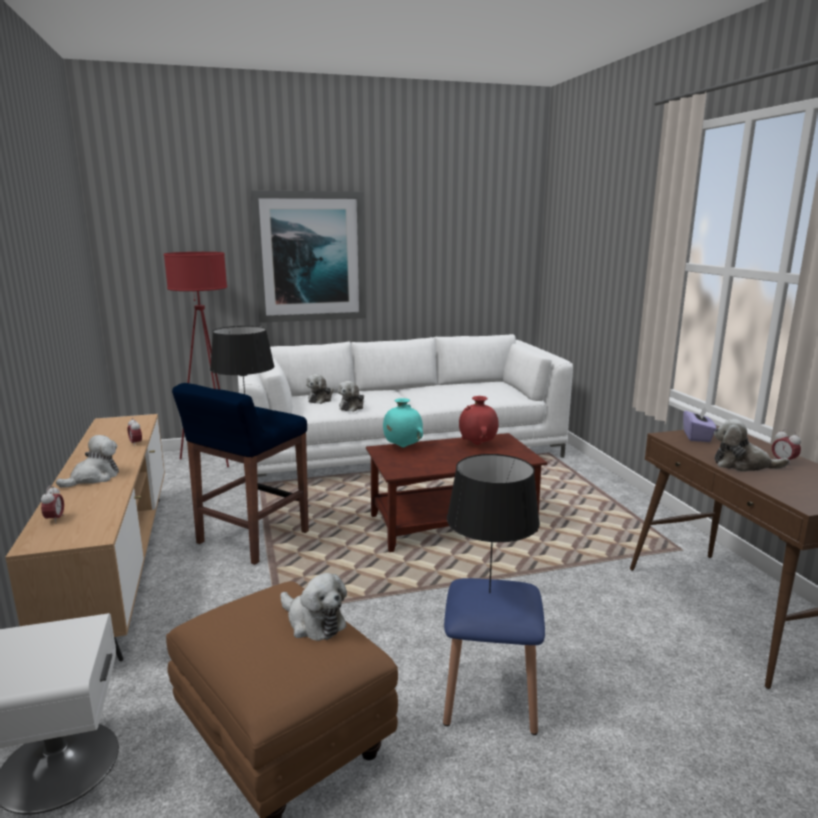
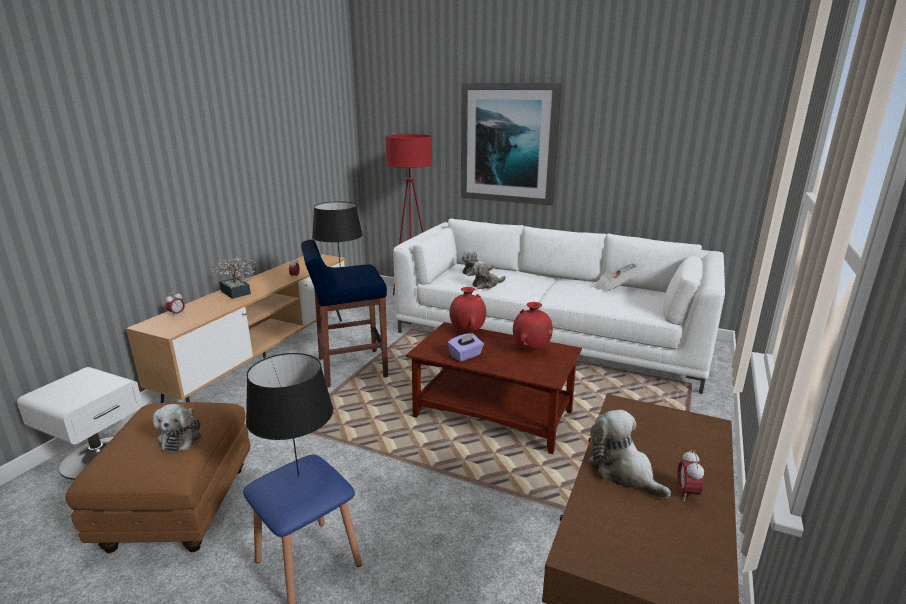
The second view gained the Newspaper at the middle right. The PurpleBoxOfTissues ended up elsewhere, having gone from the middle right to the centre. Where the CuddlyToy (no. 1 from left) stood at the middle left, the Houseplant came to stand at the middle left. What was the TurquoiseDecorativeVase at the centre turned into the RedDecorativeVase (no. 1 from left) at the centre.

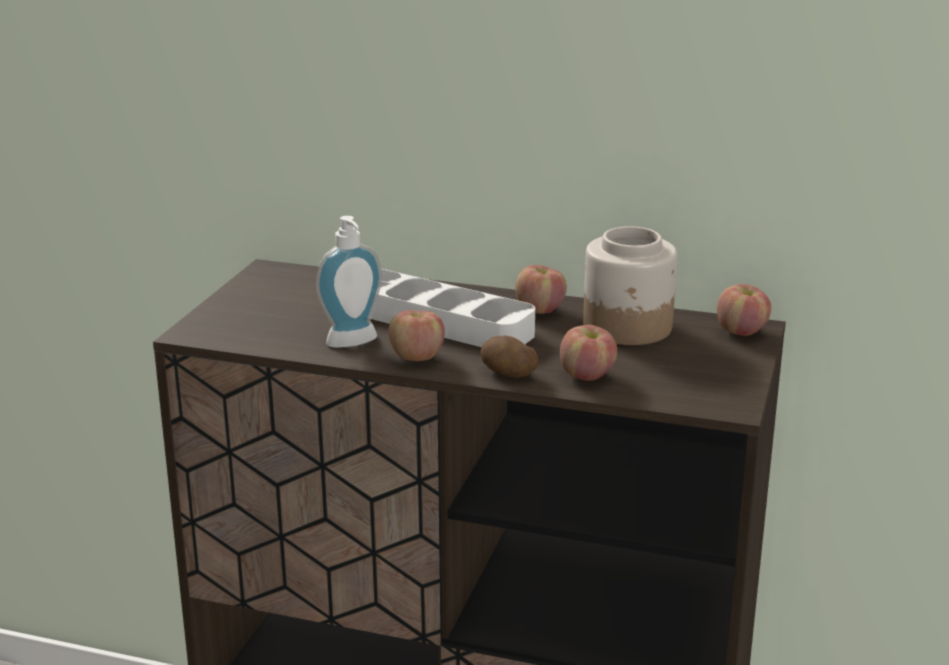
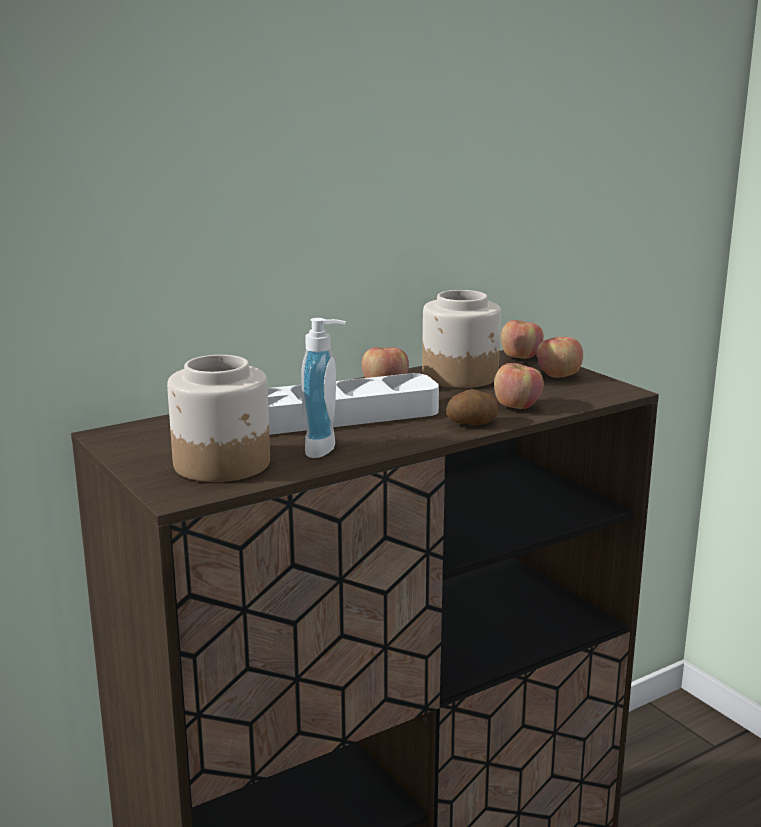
The second view gained the Jar (no. 1 from left) at the middle left. The AppleFruit (no. 1 from left in the first image) ended up elsewhere, having gone from the centre to the middle right.

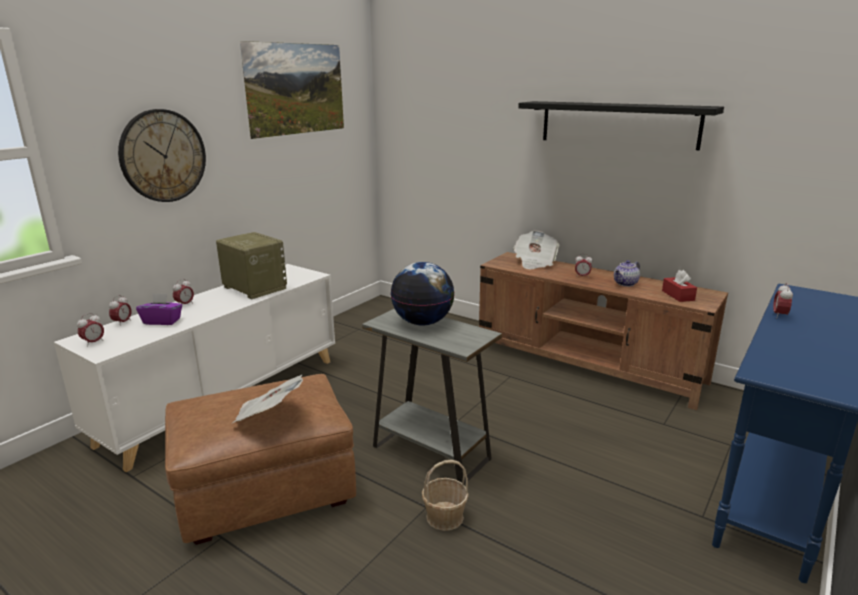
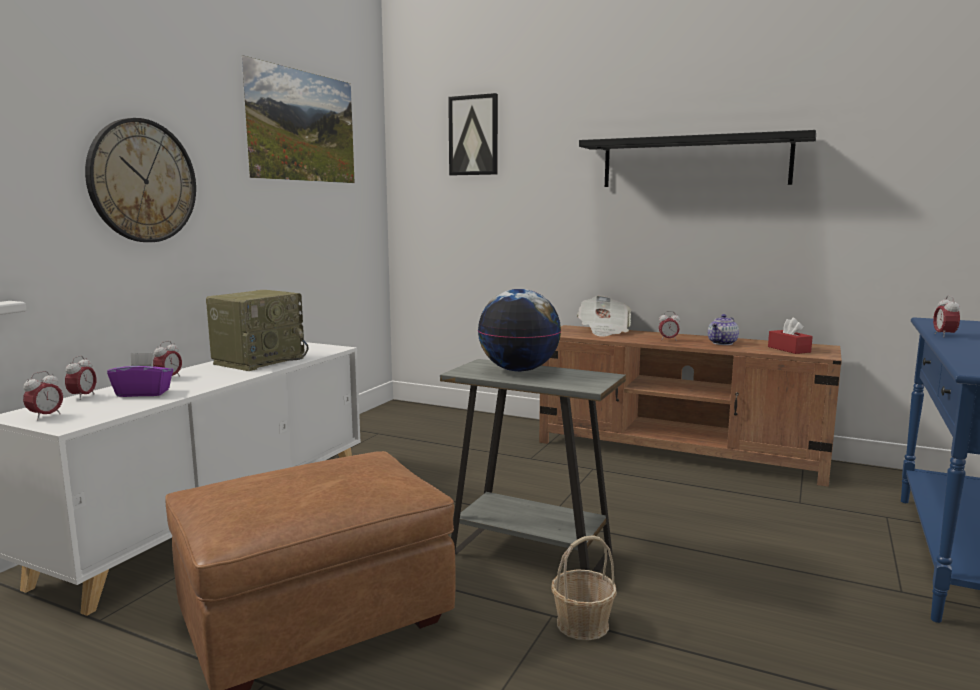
The second view lost the Newspaper (no. 1 from left) at the bottom left. The second view gained the Picture (no. 2 from left) at the top centre. The RadioSet at the middle left ended up facing another way, 90 degrees clockwise from before.

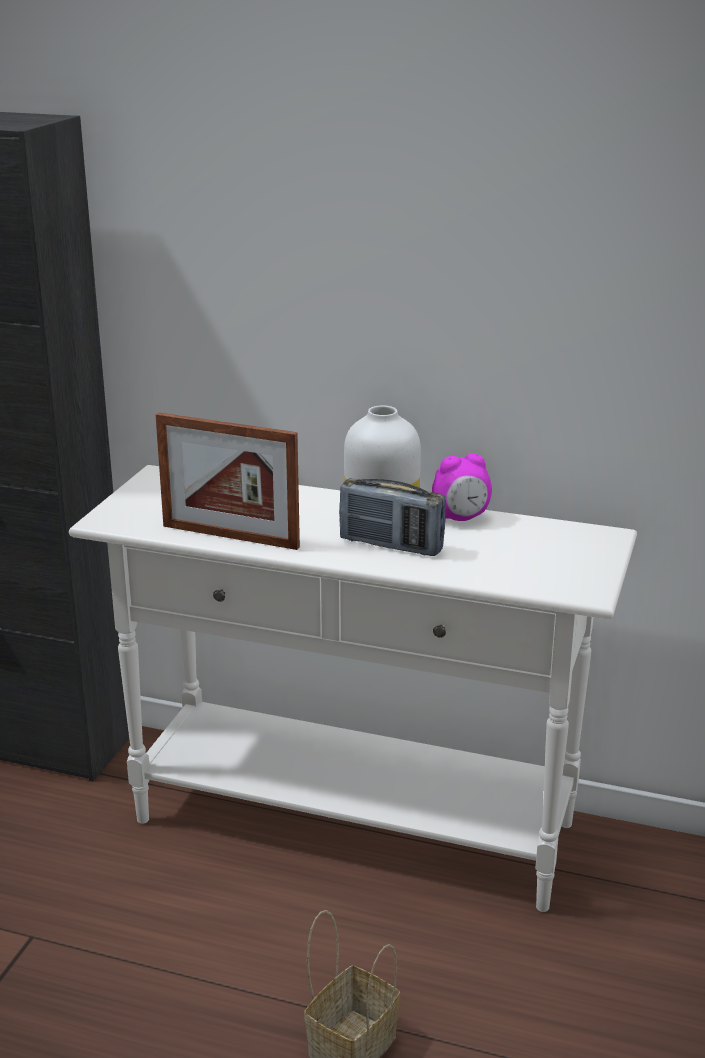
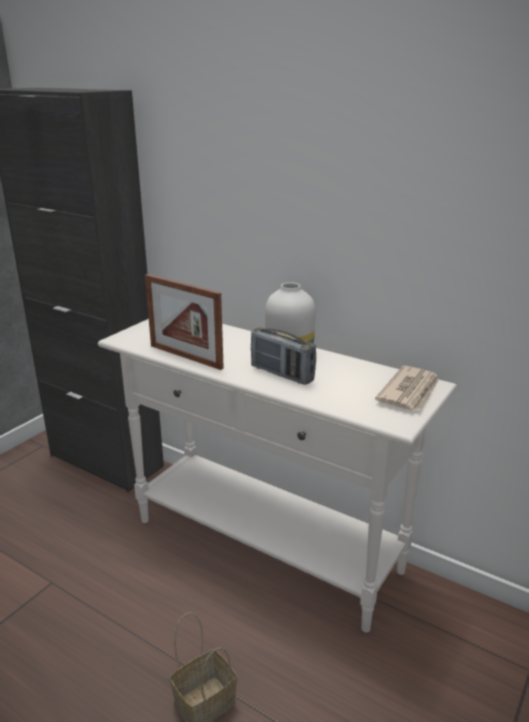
The second view lost the BedsideClock at the centre. The second view gained the Newspaper at the middle right.

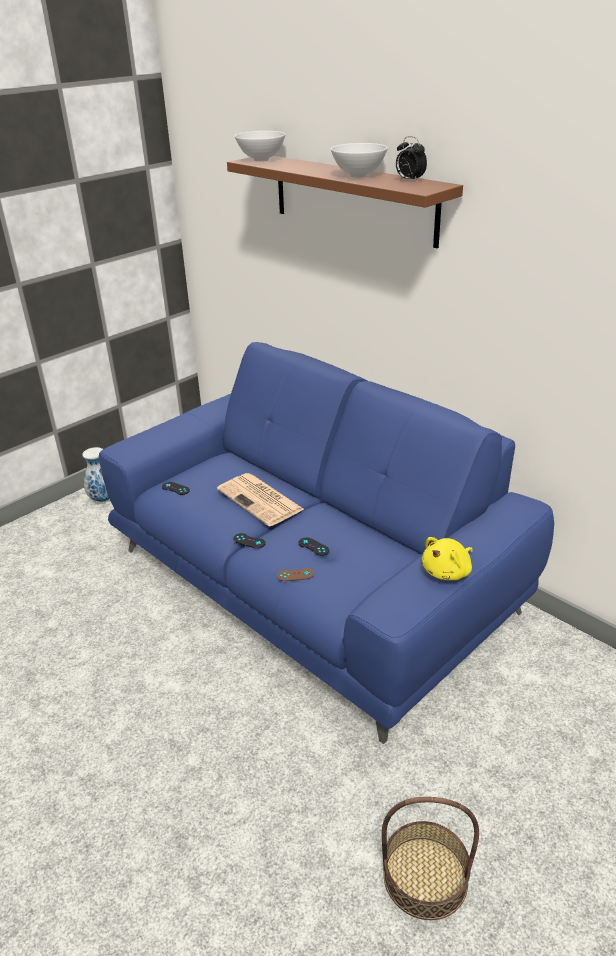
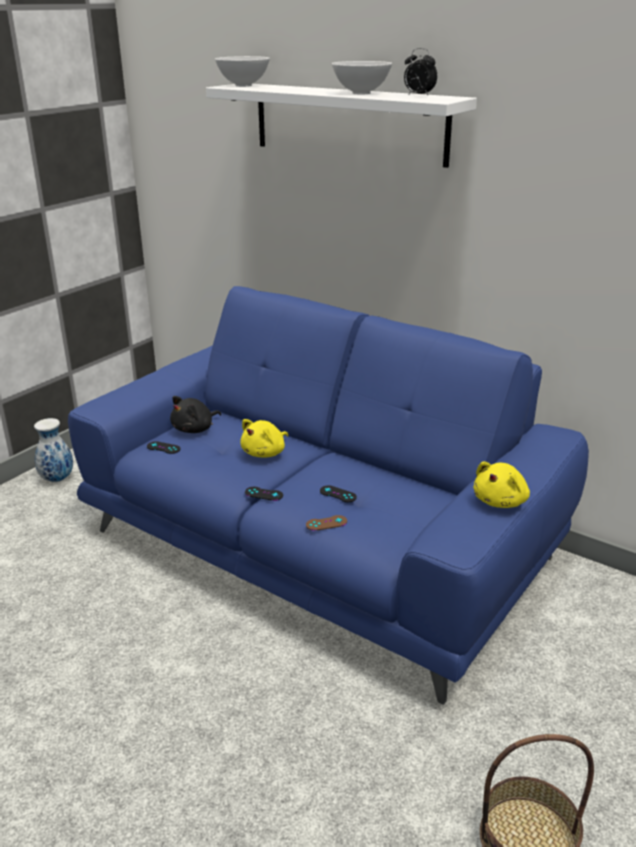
The second view gained the BlackCuddlyToy at the middle left. Where the Newspaper stood at the centre, the YellowColouredCuddlyToy (no. 1 from left) came to stand at the centre. What was the BrownBracketShelf at the top centre turned into the WhiteColouredBracketShelf at the top centre.

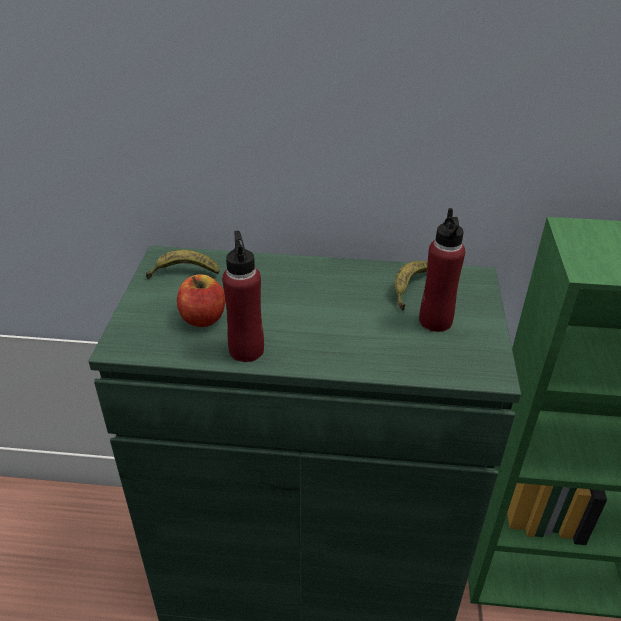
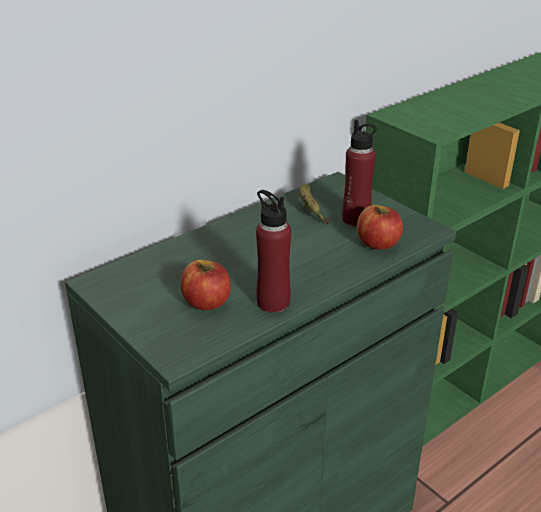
The second view lost the BananaFruit (no. 1 from left) at the middle left. The second view gained the AppleFruit (no. 2 from left) at the middle right.

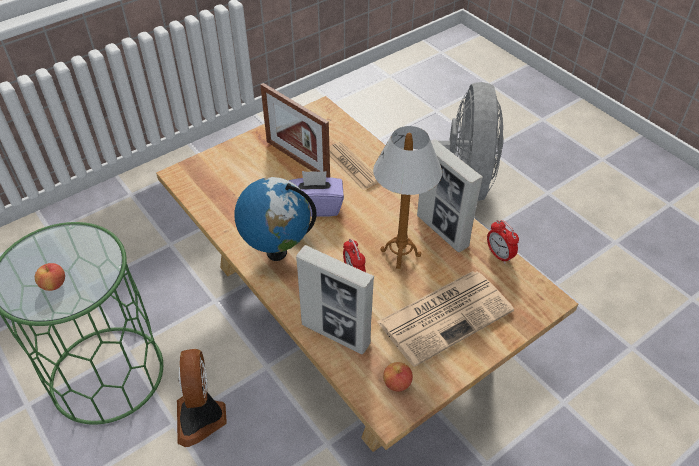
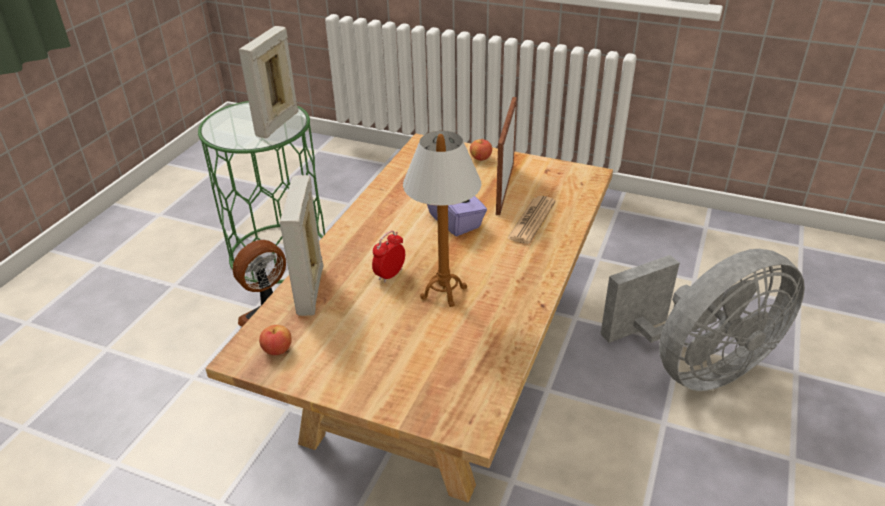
The second view lost the WorldGlobe at the centre. The second view lost the Newspaper (no. 2 from left) at the bottom centre. The second view lost the BedsideClock (no. 2 from left) at the middle right. The AppleFruit (no. 1 from left in the first image) ended up elsewhere, having gone from the middle left to the top centre. The StandingFrame (no. 3 from left in the first image) ended up elsewhere, having gone from the centre to the top left.

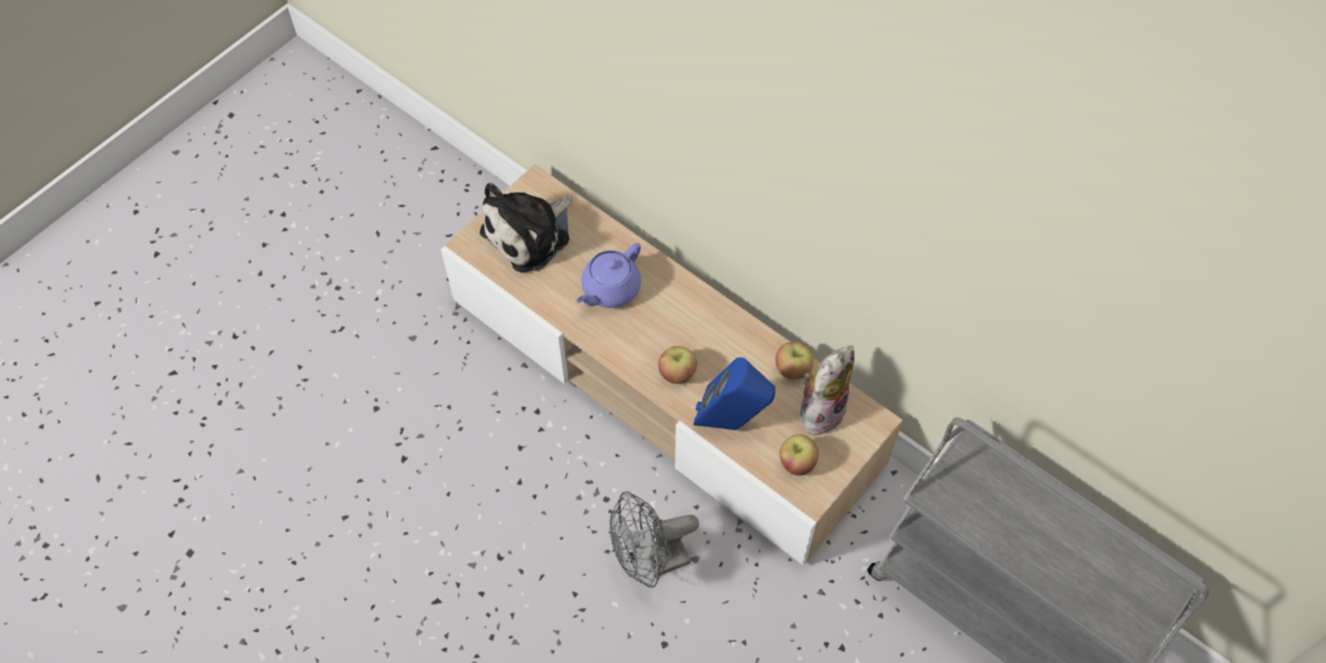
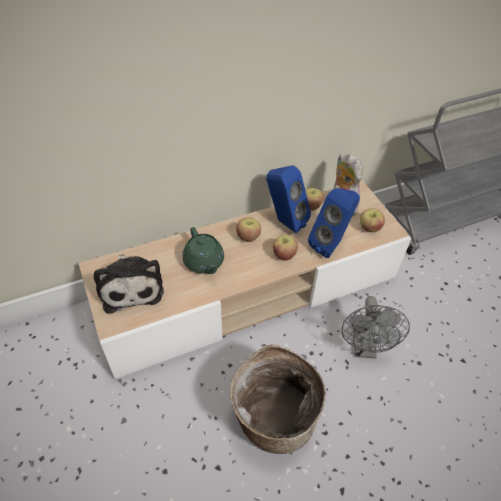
The second view gained the StorageBasket at the bottom centre. The second view gained the AppleFruit (no. 1 from left) at the centre. The second view gained the BlueColouredSpeaker (no. 1 from left) at the centre. What was the PurpleTeapot at the centre turned into the GreenColouredTeapot at the centre.

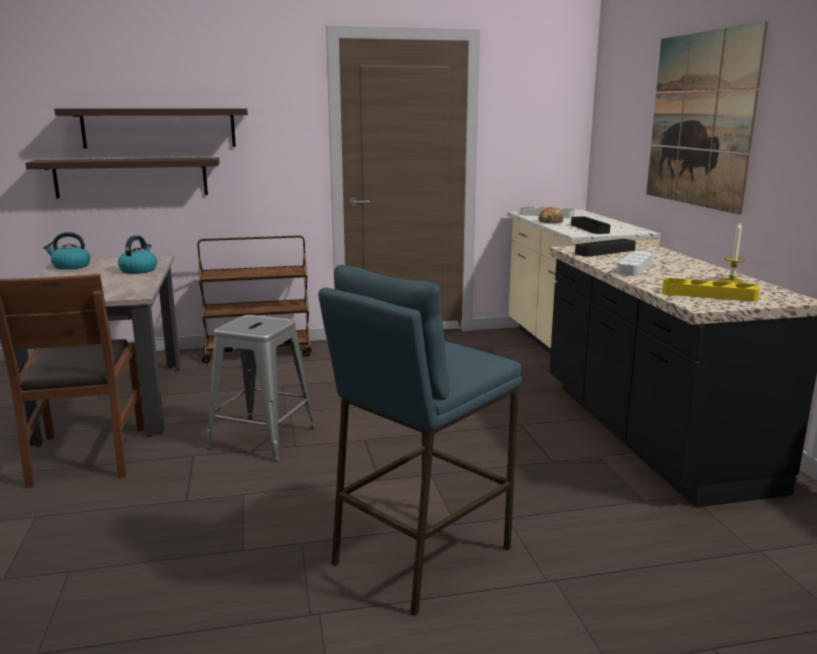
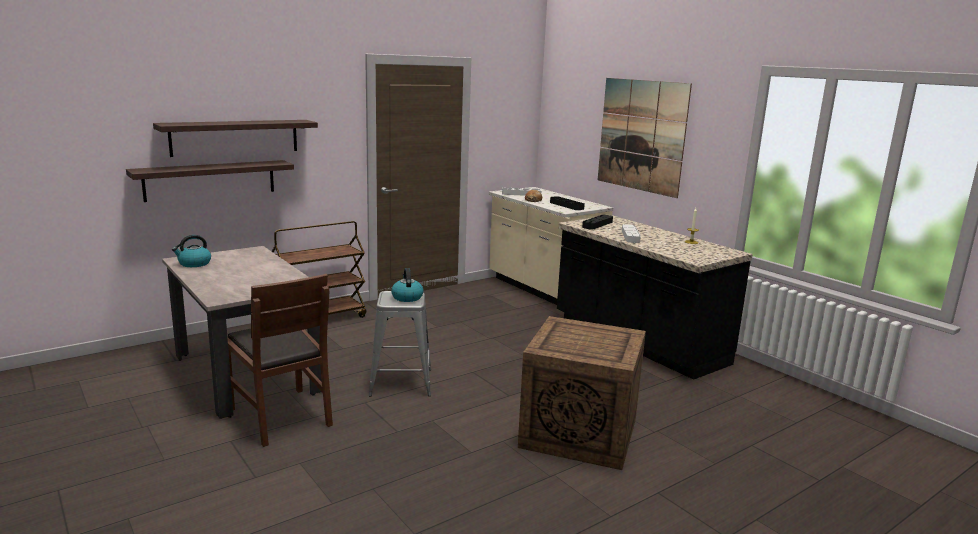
The second view lost the YellowColouredTray at the middle right. The Kettle (no. 2 from left) ended up elsewhere, having gone from the middle left to the centre. Where the BlueColouredStool stood at the bottom centre, the PackingCrate came to stand at the bottom centre.

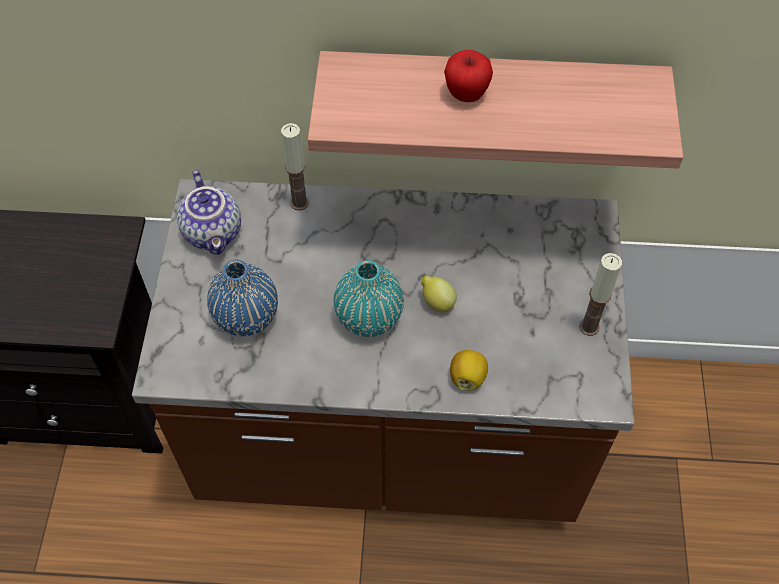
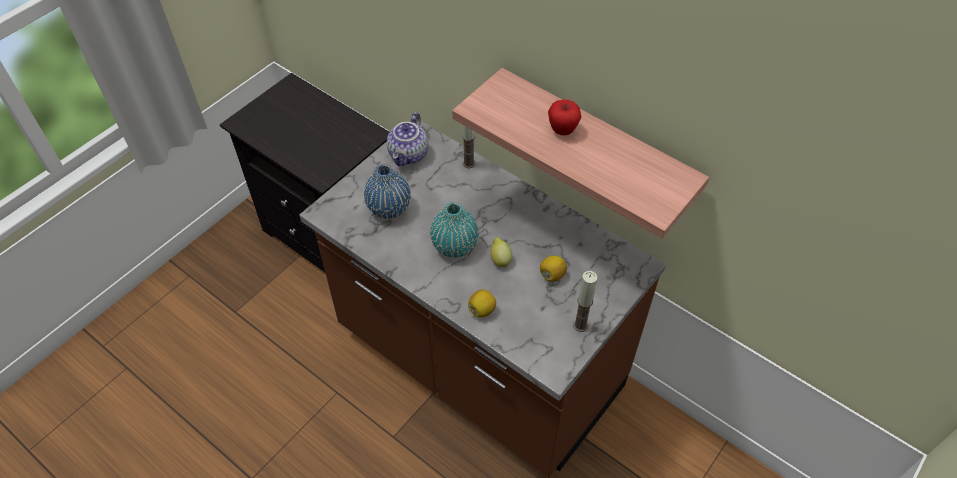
The second view gained the WholeLemon (no. 3 from left) at the centre.

